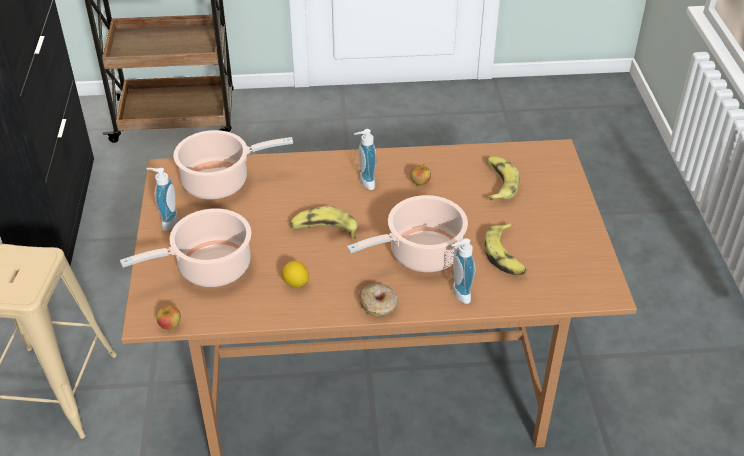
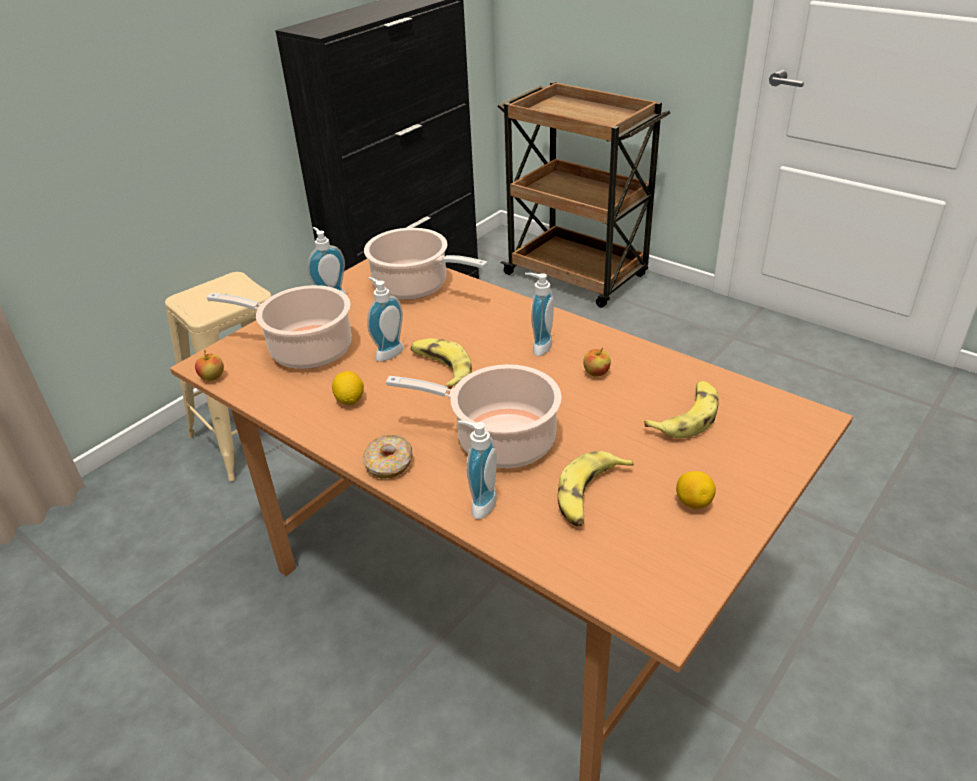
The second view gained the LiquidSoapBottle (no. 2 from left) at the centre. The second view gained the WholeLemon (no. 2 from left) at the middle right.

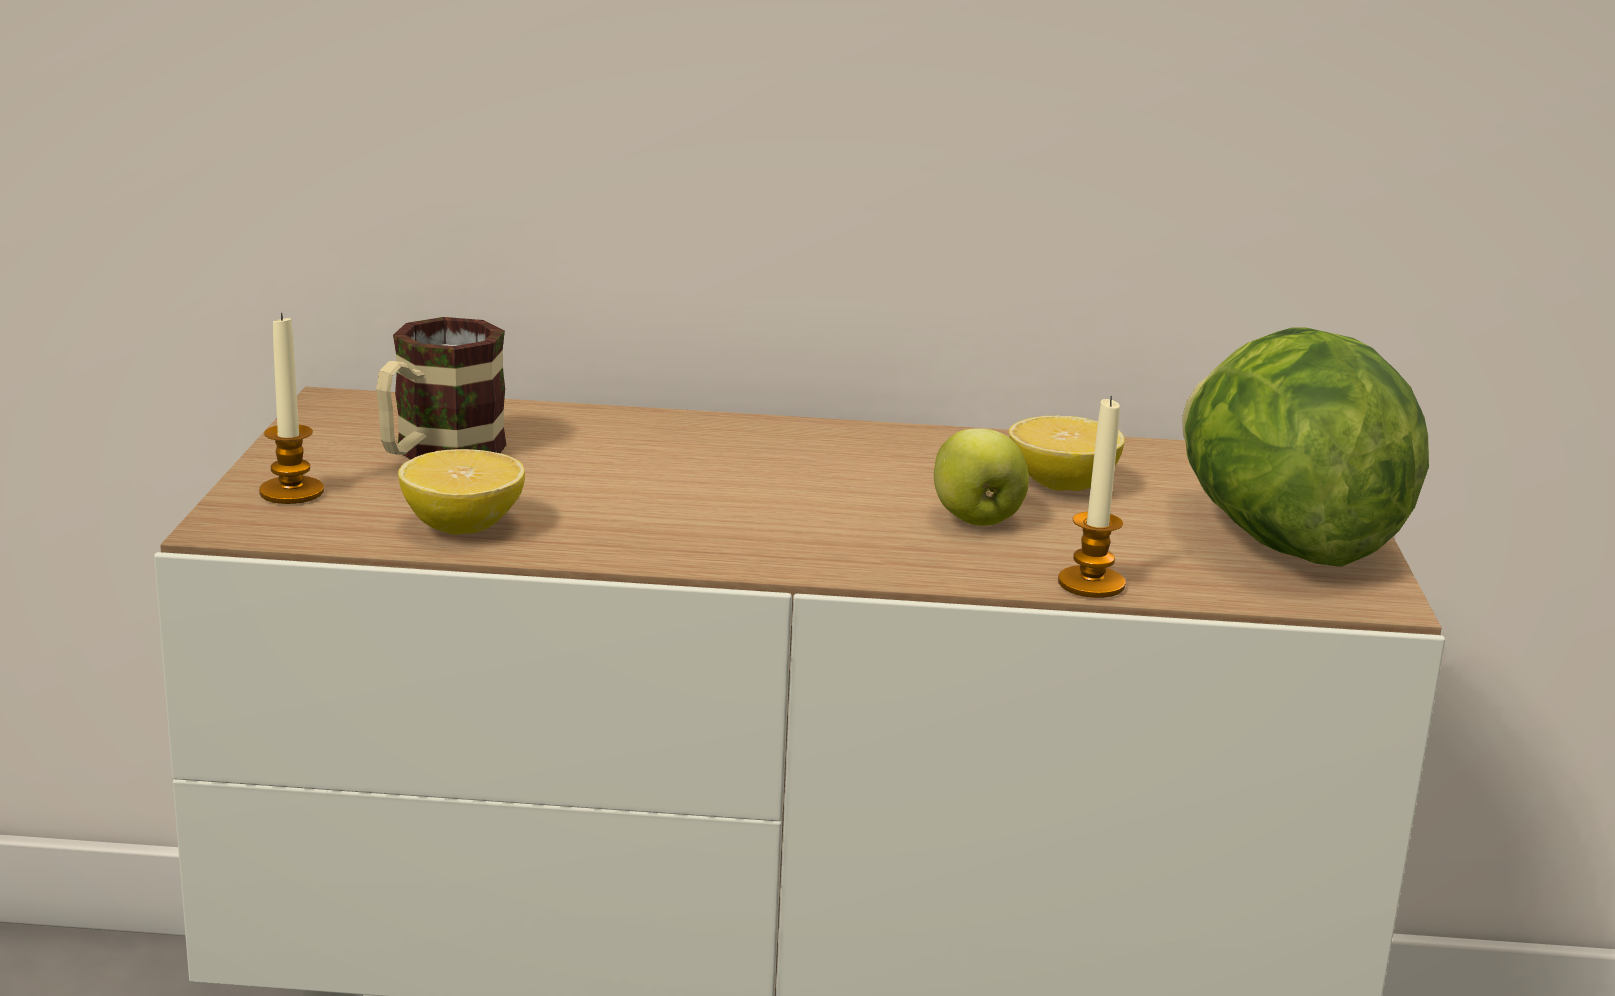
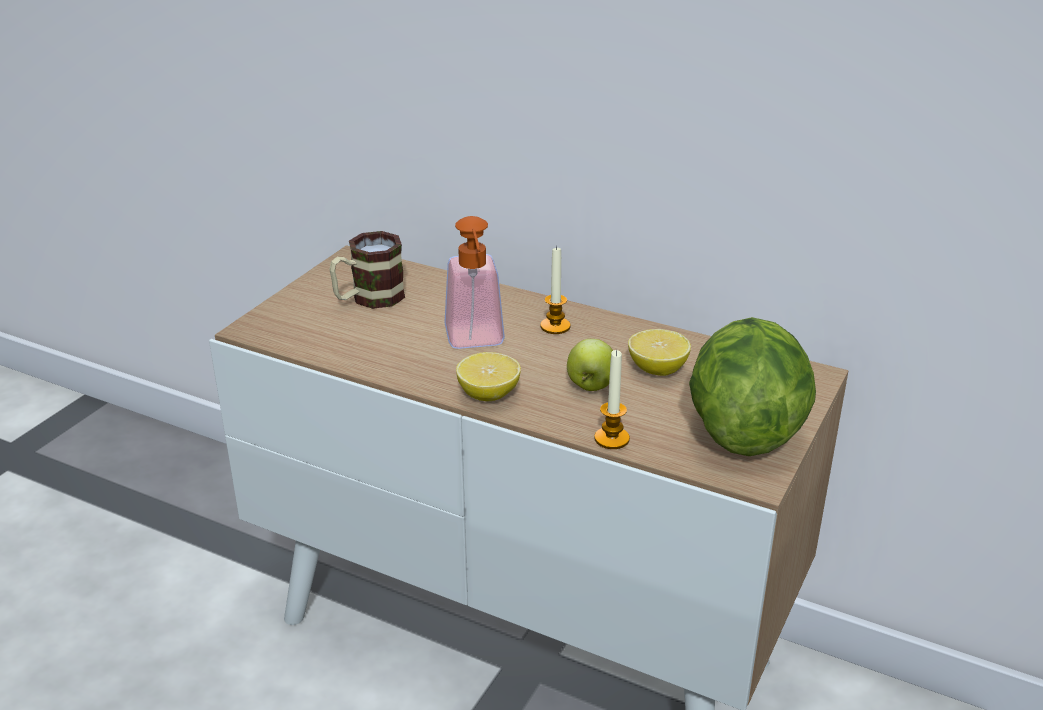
The second view gained the LiquidSoapBottle at the centre. The WaxLight (no. 1 from left) ended up elsewhere, having gone from the middle left to the centre. The WholeLemon (no. 1 from left) ended up elsewhere, having gone from the middle left to the centre.

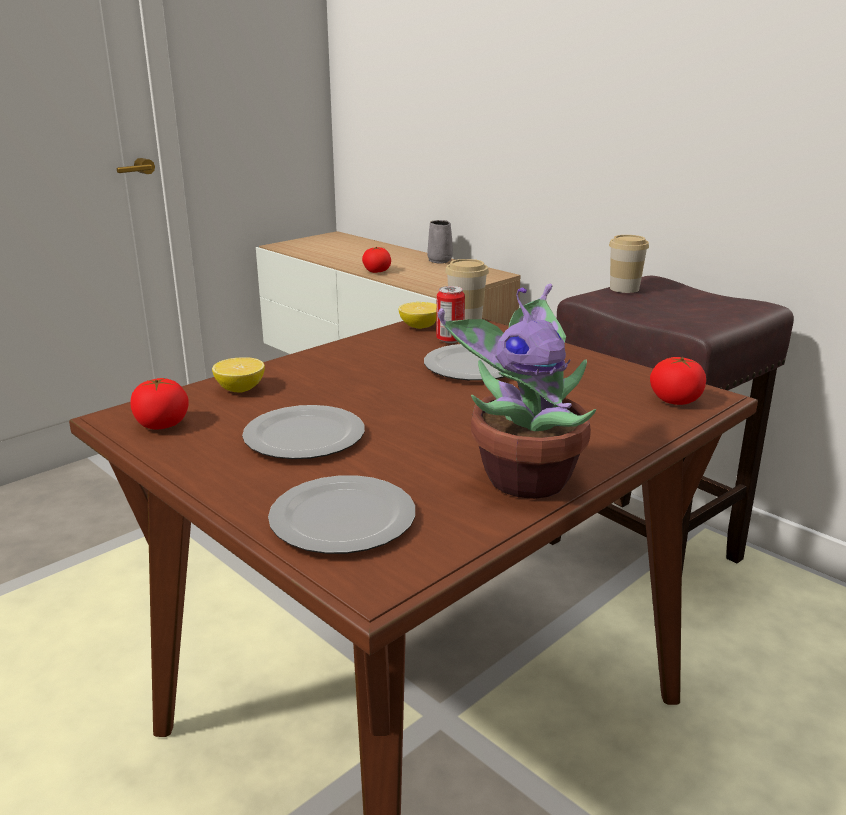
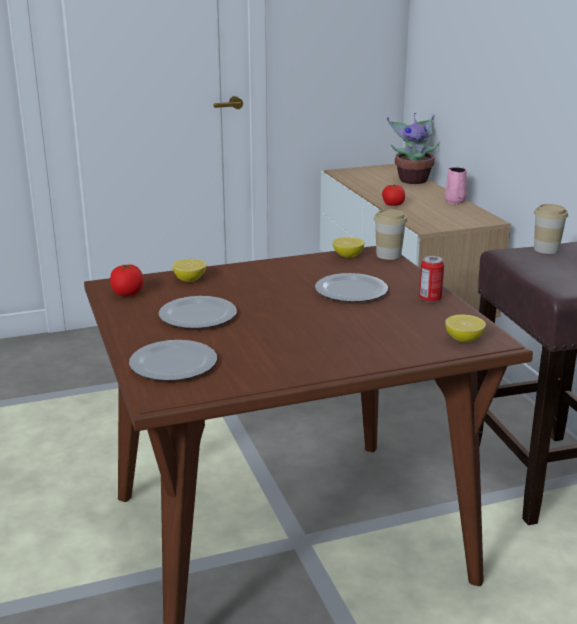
The Can ended up elsewhere, having gone from the centre to the middle right. The Houseplant ended up elsewhere, having gone from the centre to the top right. Where the FreshTomato (no. 3 from left) stood at the middle right, the WholeLemon (no. 3 from left) came to stand at the middle right. What was the GrayTeaMug at the top centre turned into the PinkColouredTeaMug at the top right.

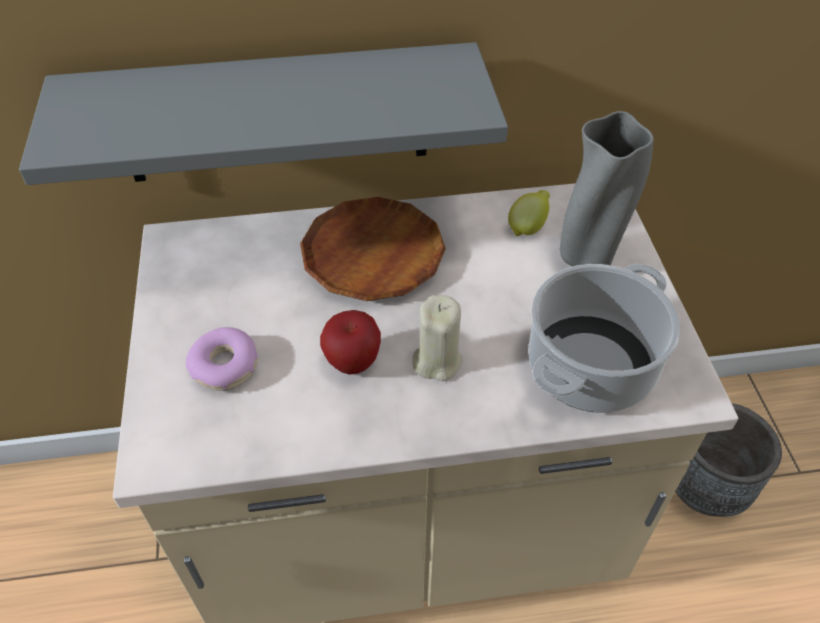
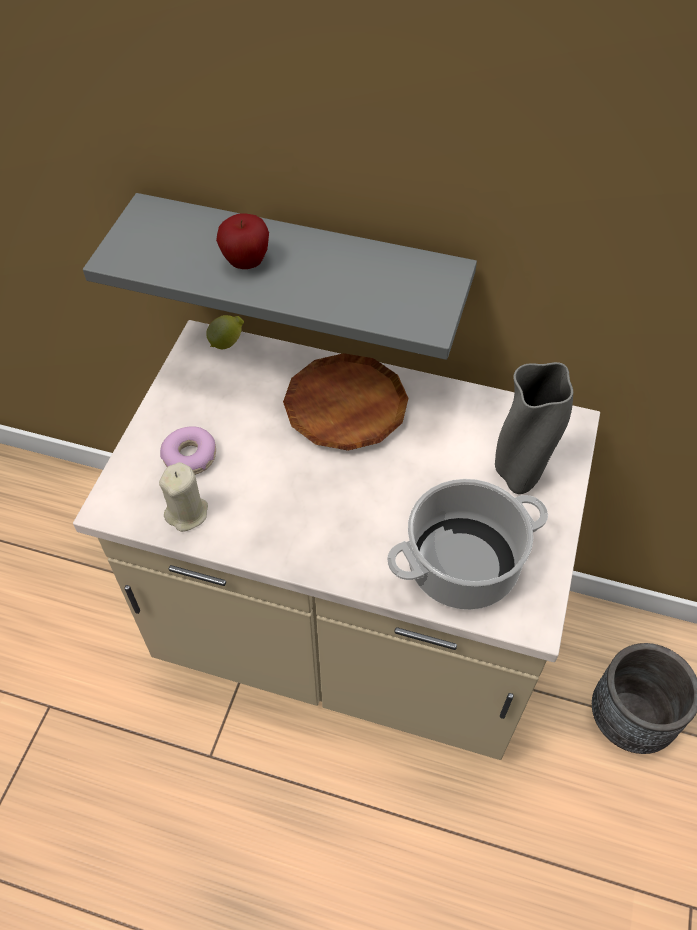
The AppleFruit ended up elsewhere, having gone from the centre to the top centre. The BeigeColouredWaxLight ended up elsewhere, having gone from the centre to the middle left. The WholeLemon ended up elsewhere, having gone from the centre to the middle left.

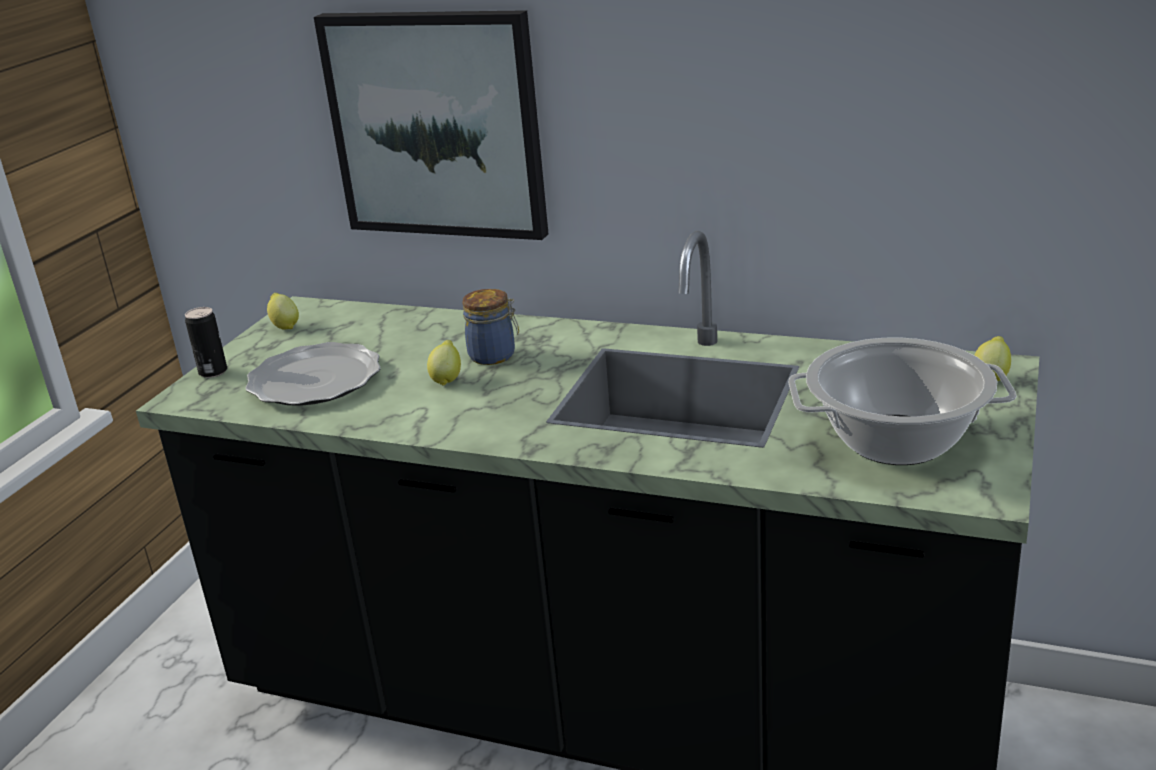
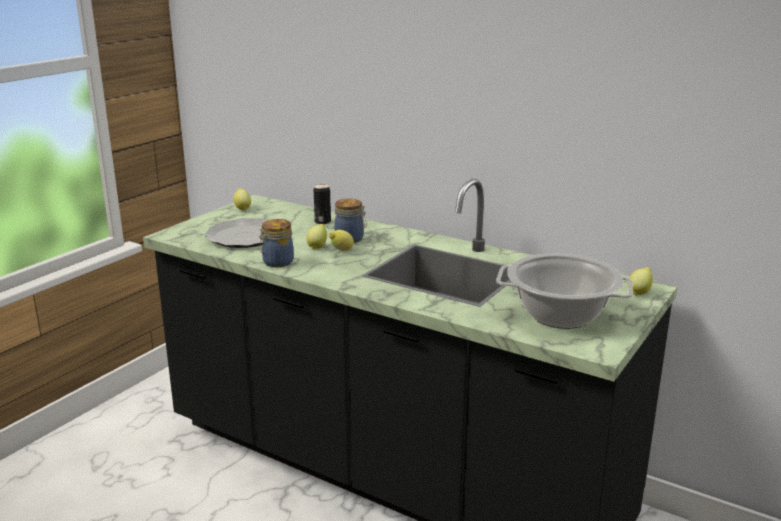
The second view lost the Picture at the top centre. The second view gained the Jar (no. 1 from left) at the centre. The second view gained the WholeLemon (no. 3 from left) at the centre. The Can ended up elsewhere, having gone from the middle left to the centre.

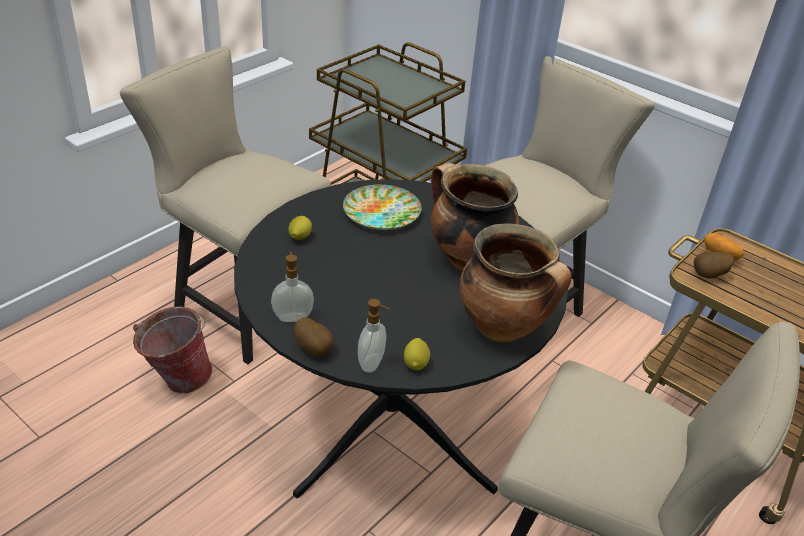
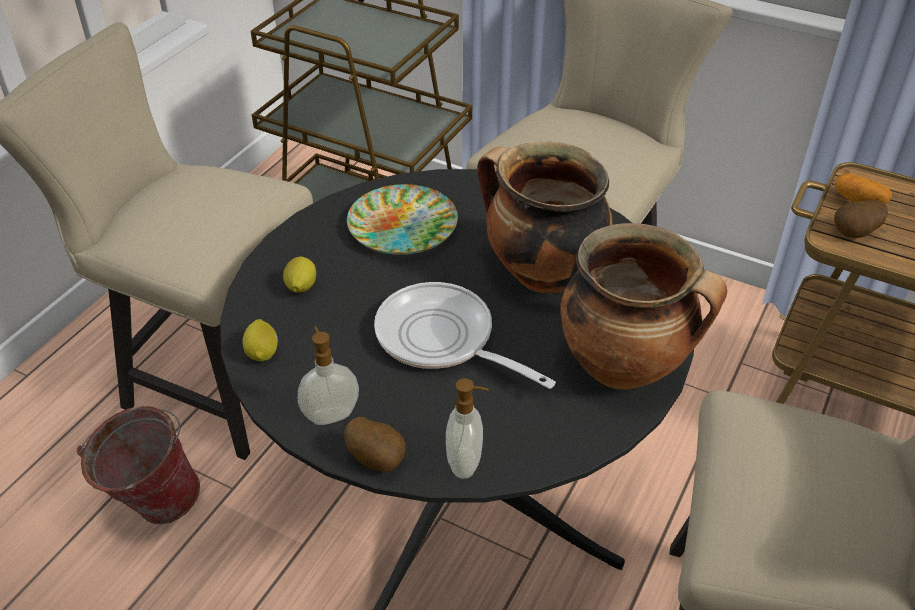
The second view gained the FryingPan at the centre. The WholeLemon (no. 2 from left in the first image) ended up elsewhere, having gone from the centre to the middle left.

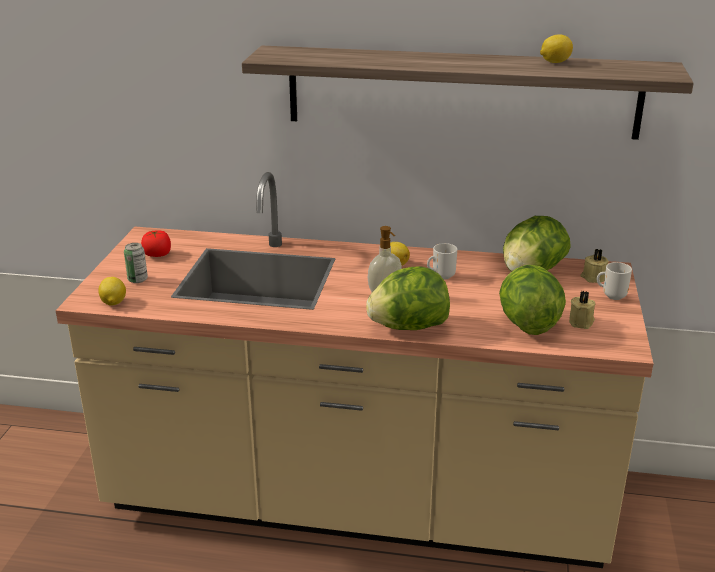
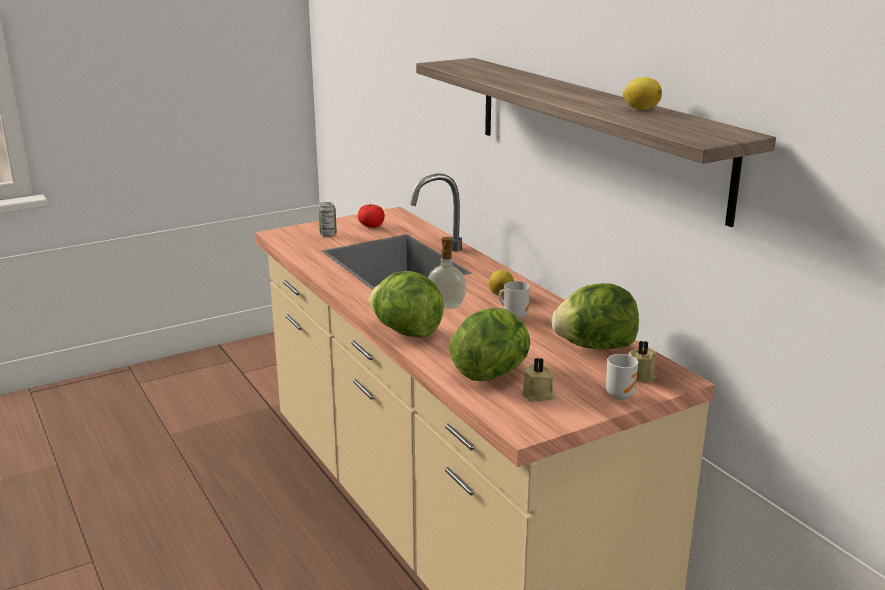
The second view lost the WholeLemon (no. 1 from left) at the middle left.

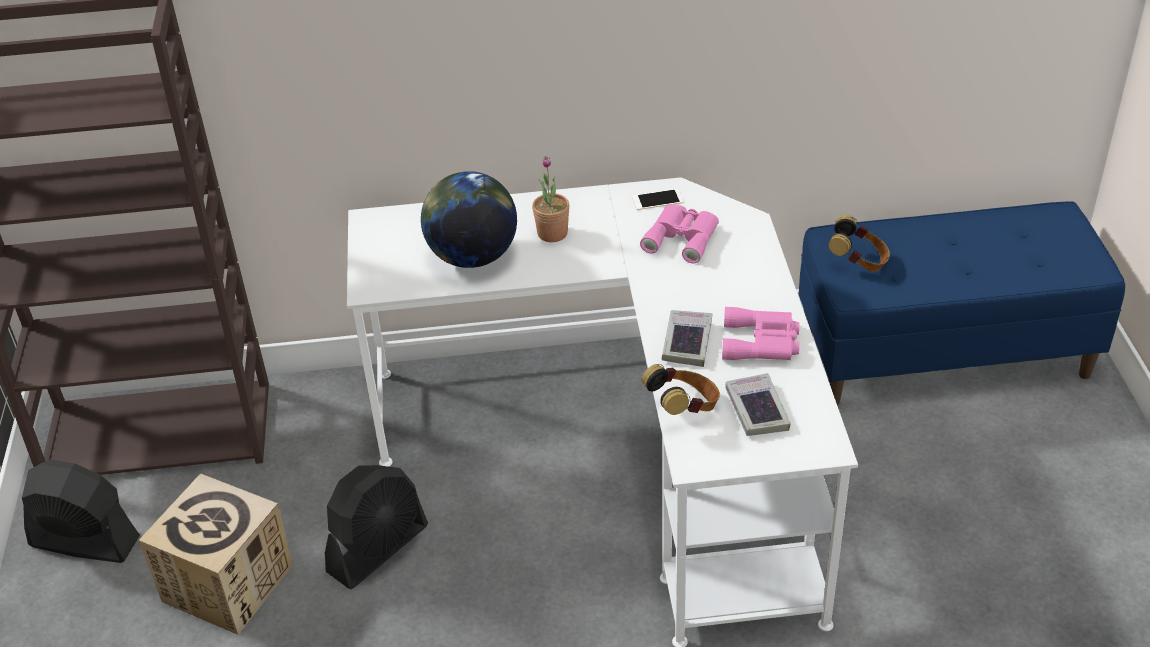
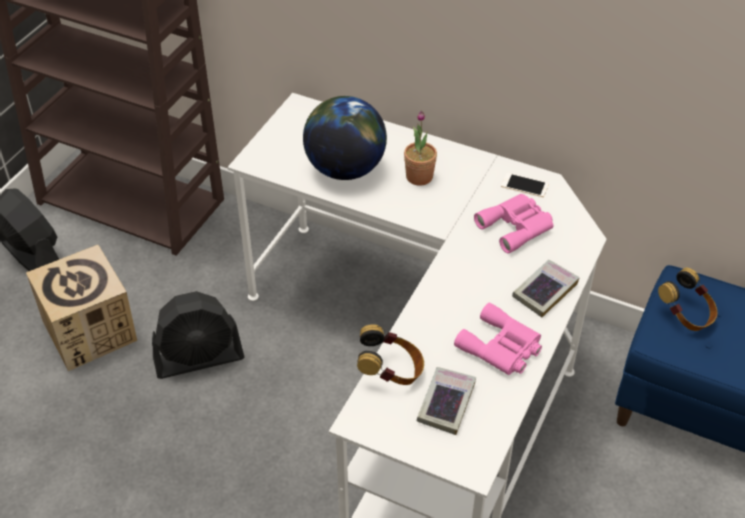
The Volume (no. 1 from left in the first image) ended up elsewhere, having gone from the centre to the middle right.

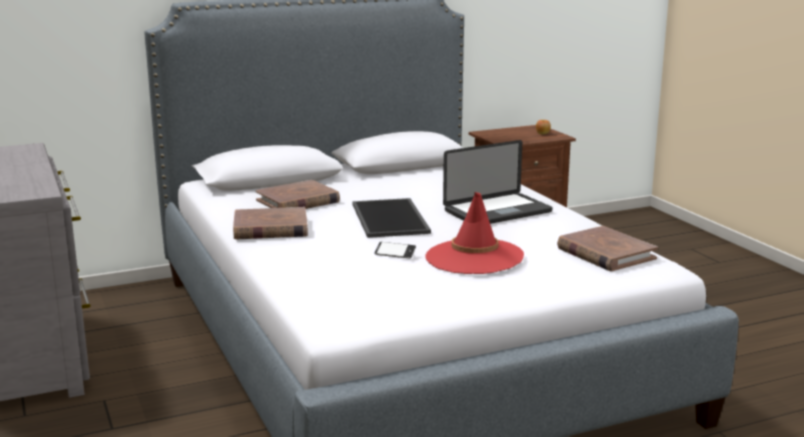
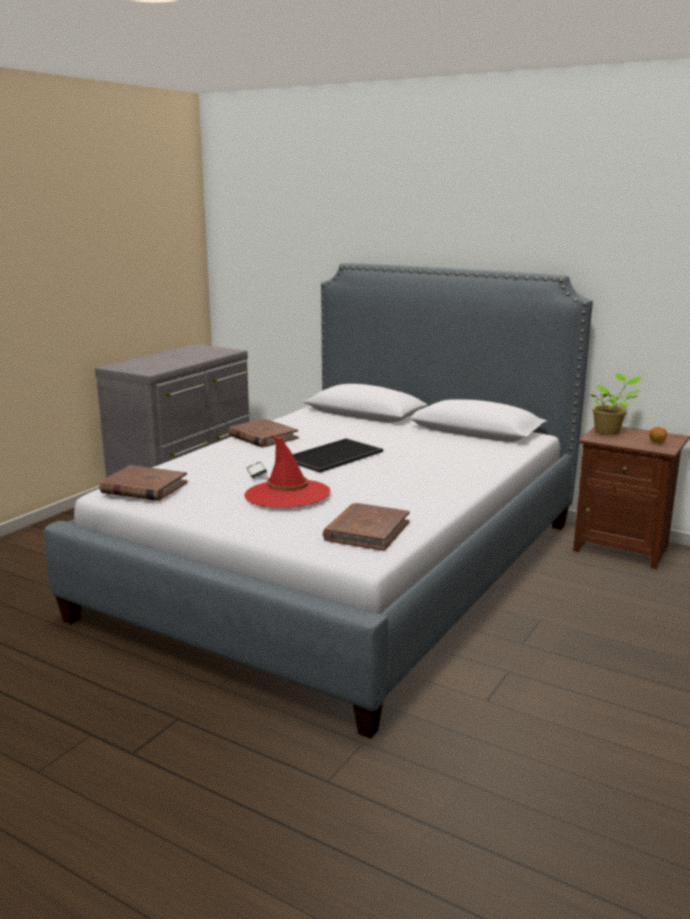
The second view lost the PortableComputer at the centre. The second view gained the Houseplant at the middle right. The BrownVolume (no. 2 from left in the first image) ended up elsewhere, having gone from the centre to the middle left.

